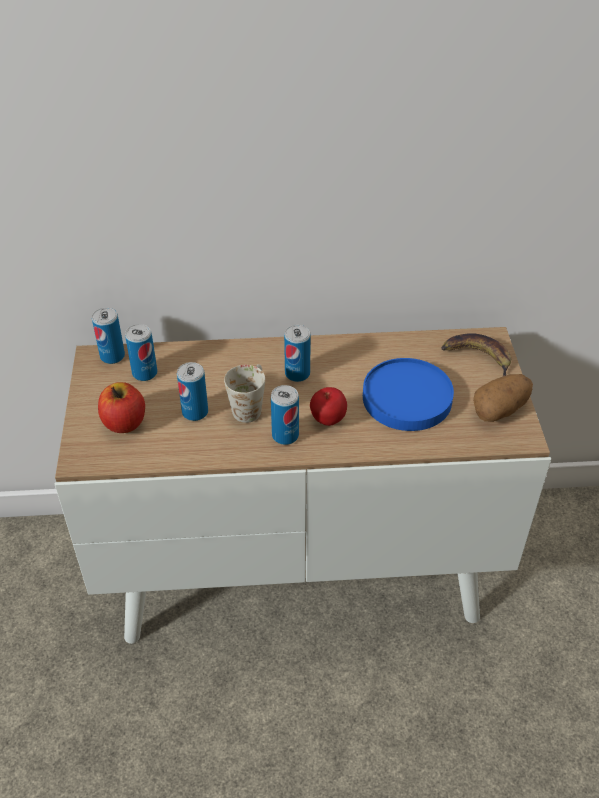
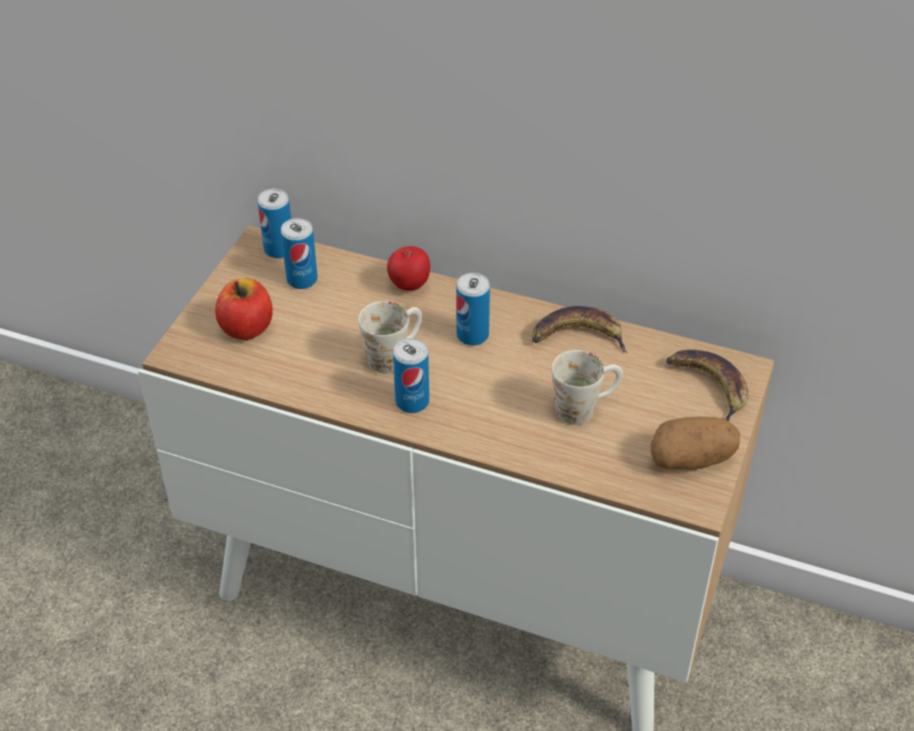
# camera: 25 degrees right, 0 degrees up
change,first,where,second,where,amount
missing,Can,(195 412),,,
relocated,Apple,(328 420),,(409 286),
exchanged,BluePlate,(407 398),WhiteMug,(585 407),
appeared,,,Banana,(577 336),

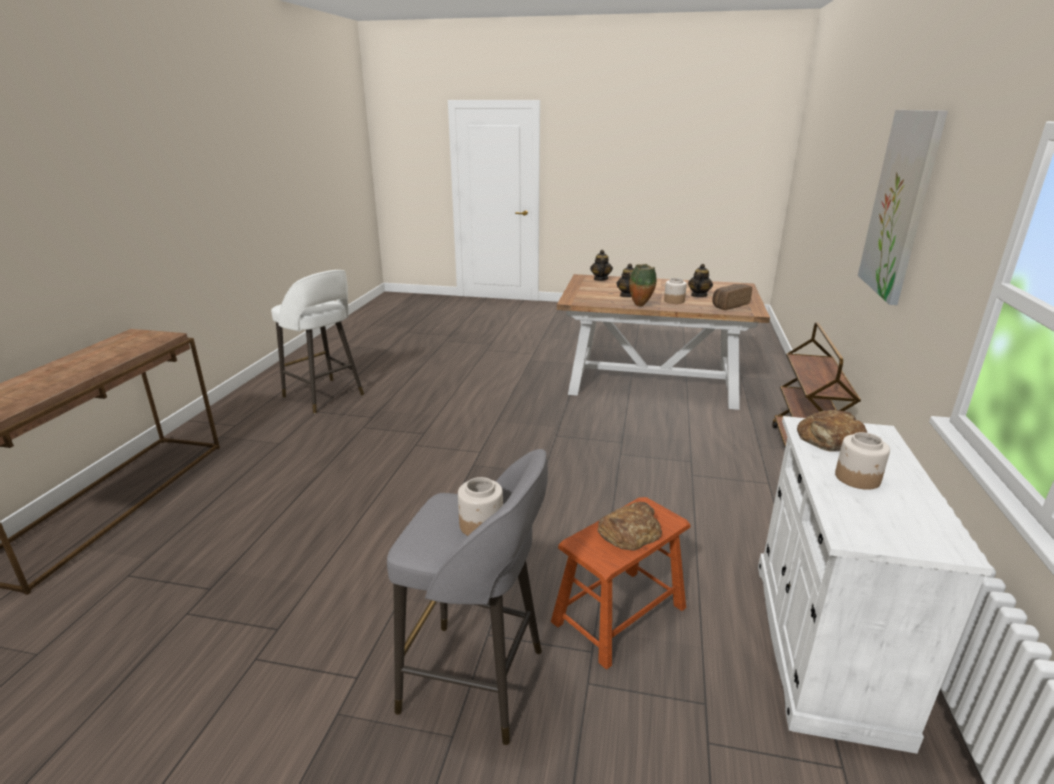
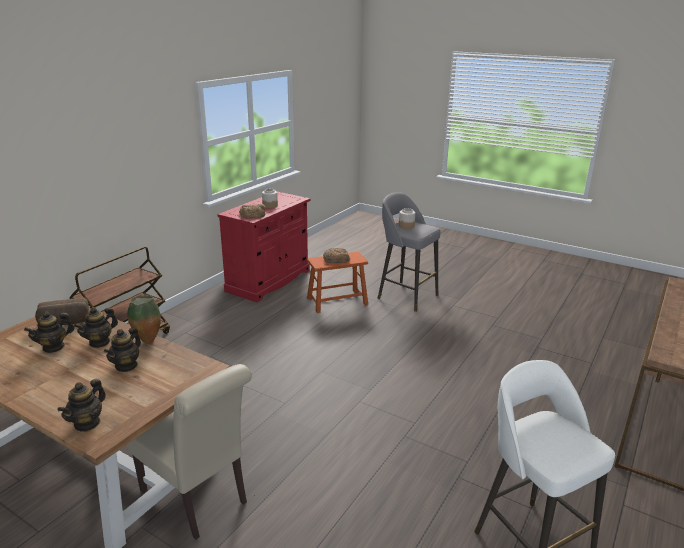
# camera: 160 degrees left, 0 degrees up
change,first,where,second,where,amount
exchanged,Jar,(674 301),Teapot,(100 342),
colour,WhiteCabinet,(823 644),RedCabinet,(269 281),
missing,Picture,(900 205),,,
appeared,,,BeigeChair,(198 499),

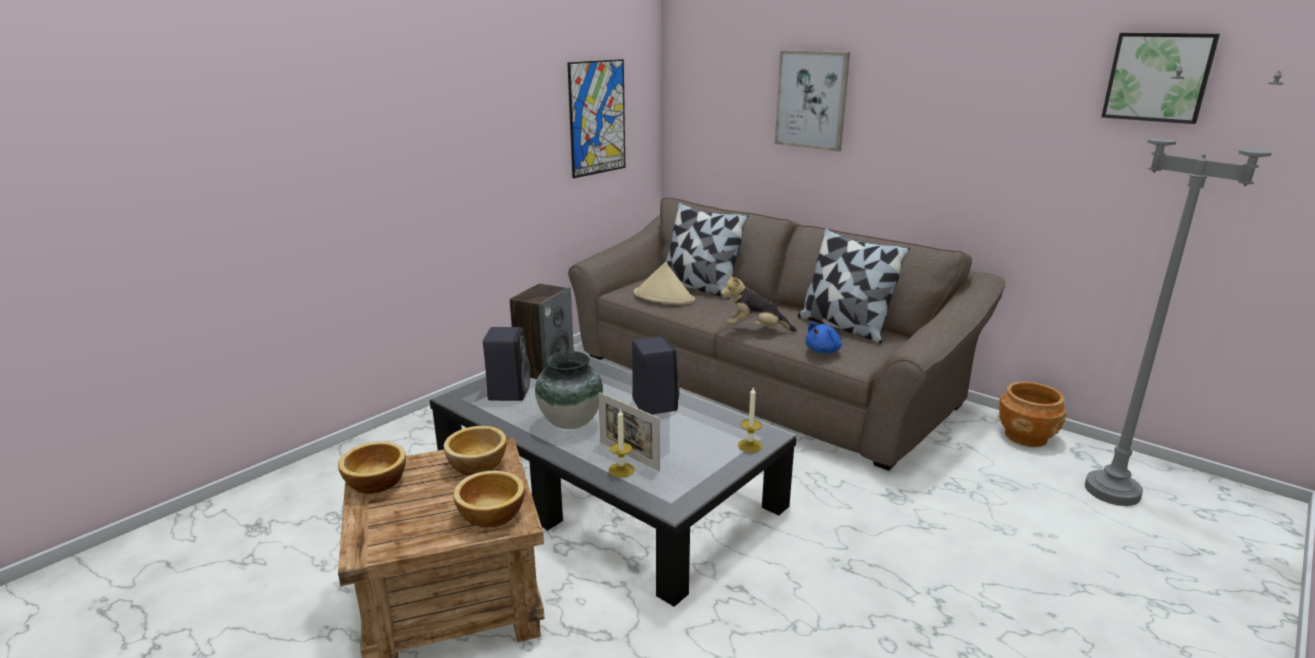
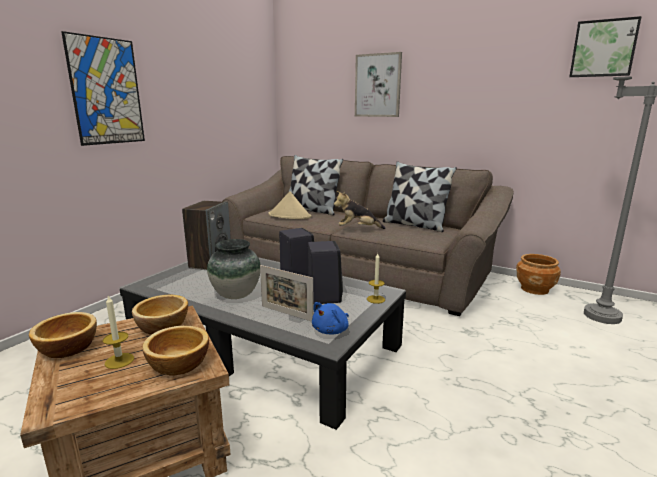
# camera: 10 degrees left, 5 degrees down
change,first,where,second,where,amount
relocated,BlackSpeaker,(509 392),,(323 296),
relocated,Picture,(597 118),,(106 91),
relocated,Candle,(621 470),,(119 361),
relocated,BluePlushToy,(824 351),,(331 330),

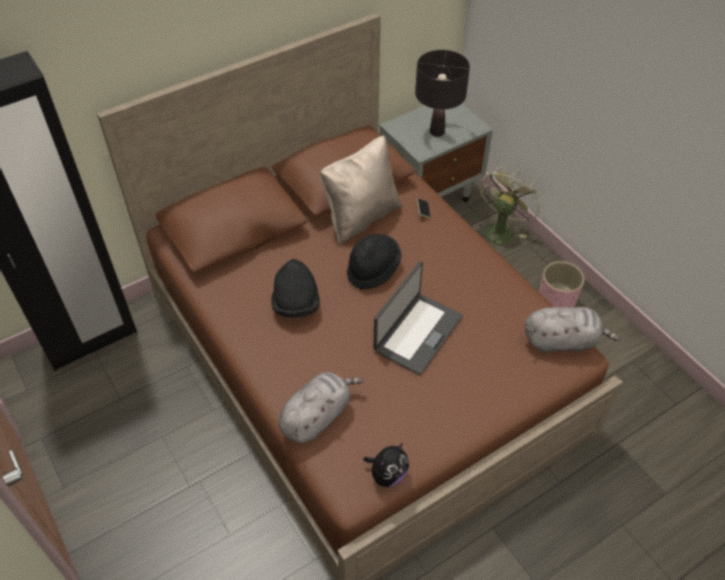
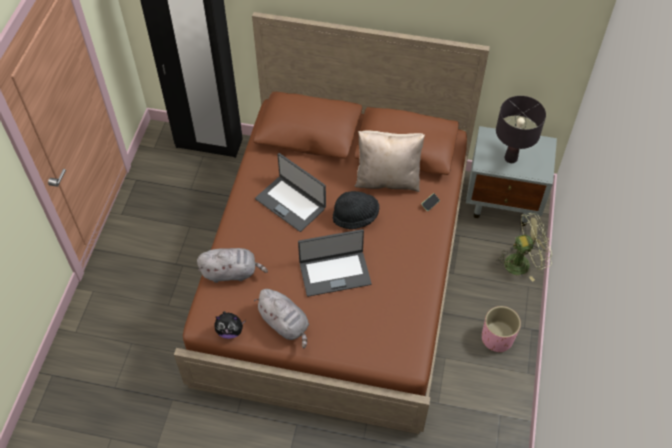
# camera: 45 degrees right, 5 degrees up
change,first,where,second,where,amount
exchanged,BlackHat,(296 304),Laptop,(291 203),
relocated,GreyPlushToy,(562 341),,(285 324),

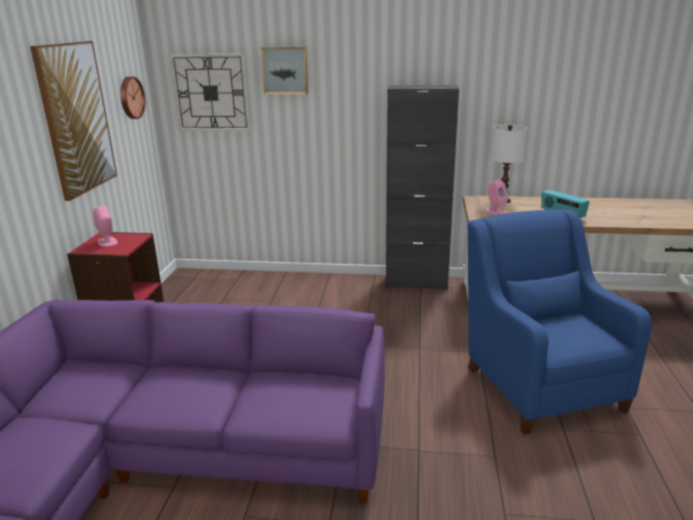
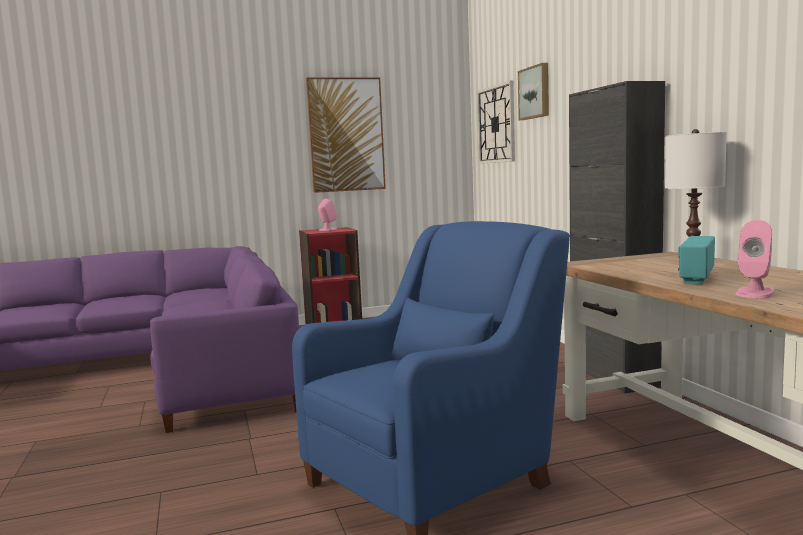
# camera: 65 degrees right, 15 degrees down
change,first,where,second,where,amount
missing,WallClock,(130 97),,,
relocated,PinkSpeaker,(494 211),,(755 293),

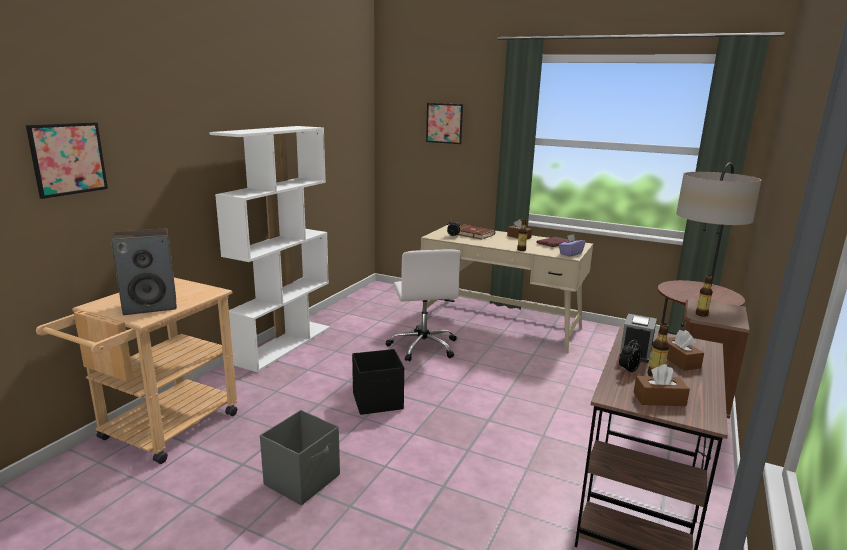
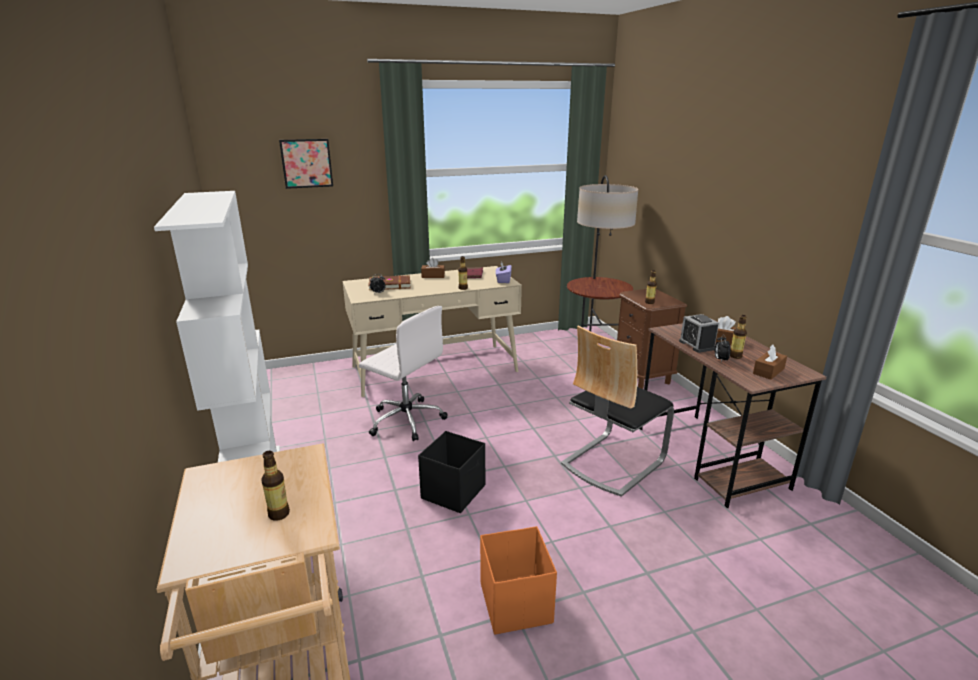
# camera: 45 degrees left, 5 degrees up
change,first,where,second,where,amount
missing,Picture,(68 159),,,
exchanged,Speaker,(151 306),Bottle,(279 514),
colour,GreyStorageBox,(303 479),OrangeStorageBox,(516 602),
appeared,,,Chair,(612 462),

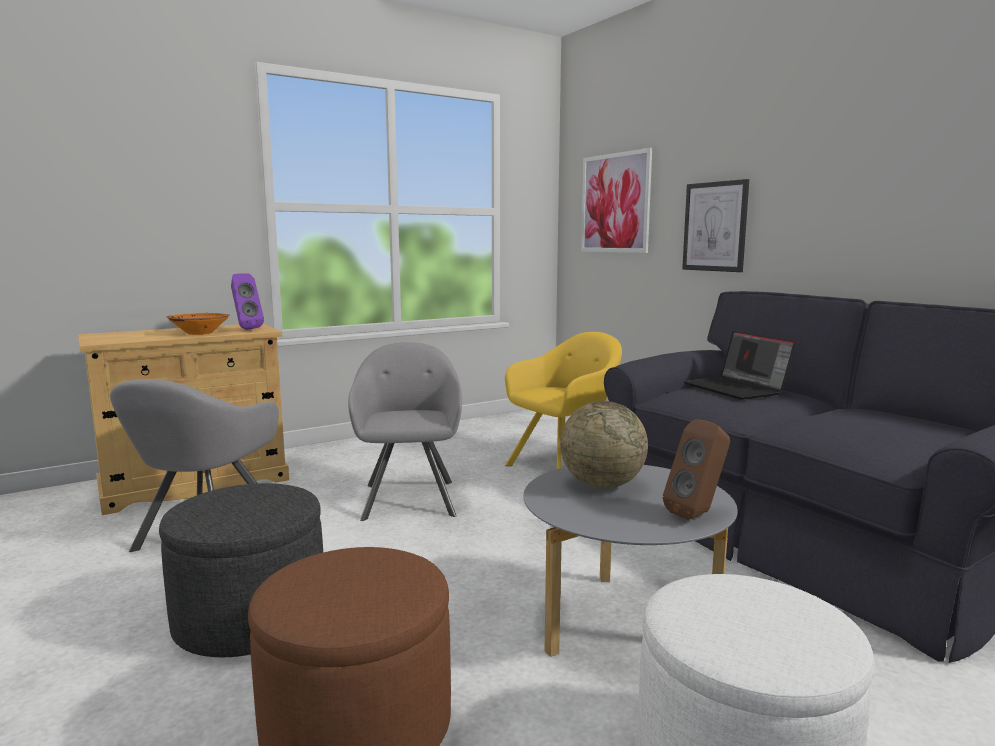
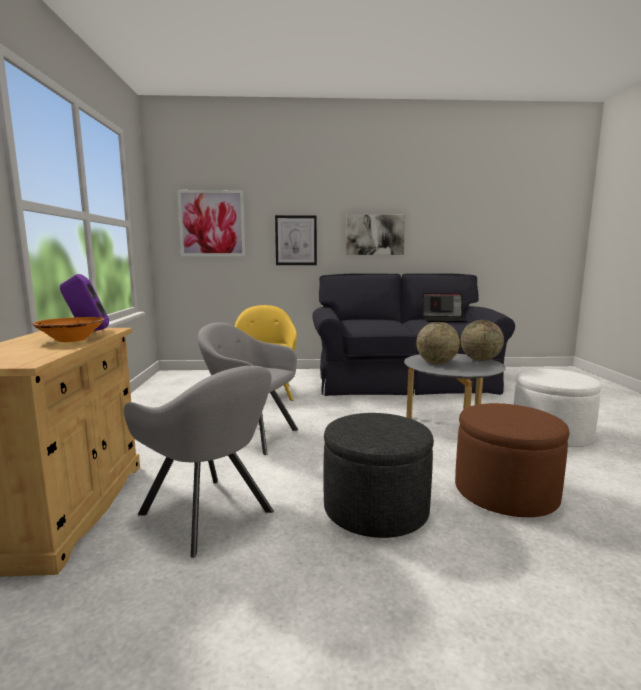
# camera: 60 degrees left, 0 degrees up
change,first,where,second,where,amount
exchanged,BrownSpeaker,(698 514),Globe,(480 360),
relocated,Laptop,(737 389),,(444 320),
appeared,,,Picture,(375 235),

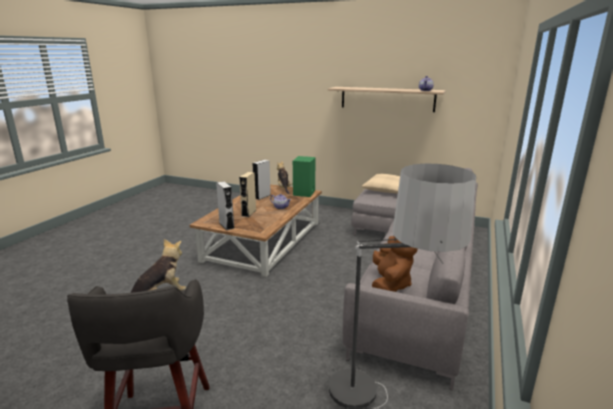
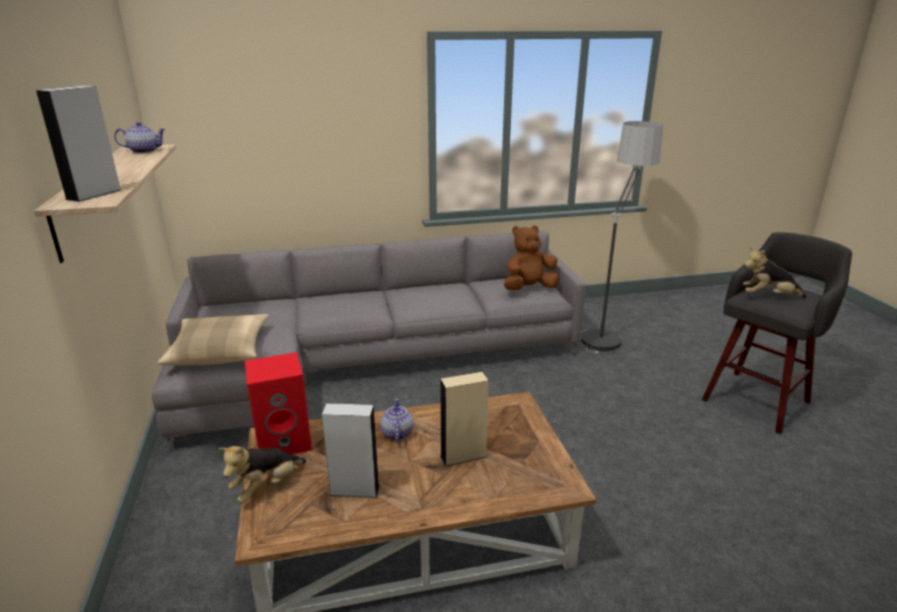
# camera: 125 degrees left, 5 degrees up
change,first,where,second,where,amount
relocated,GreySpeaker,(226 225),,(94 194),
colour,GreenSpeaker,(304 193),RedSpeaker,(285 441),

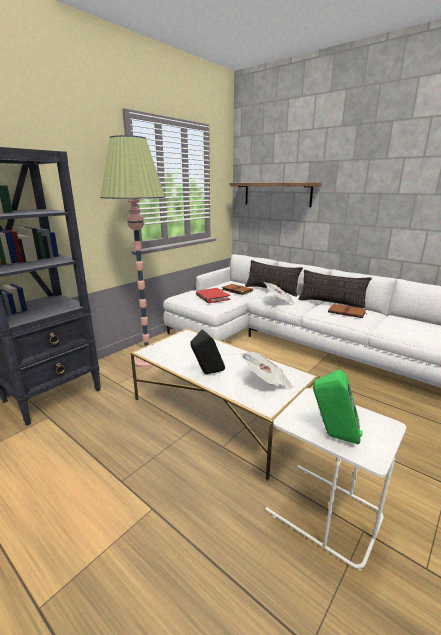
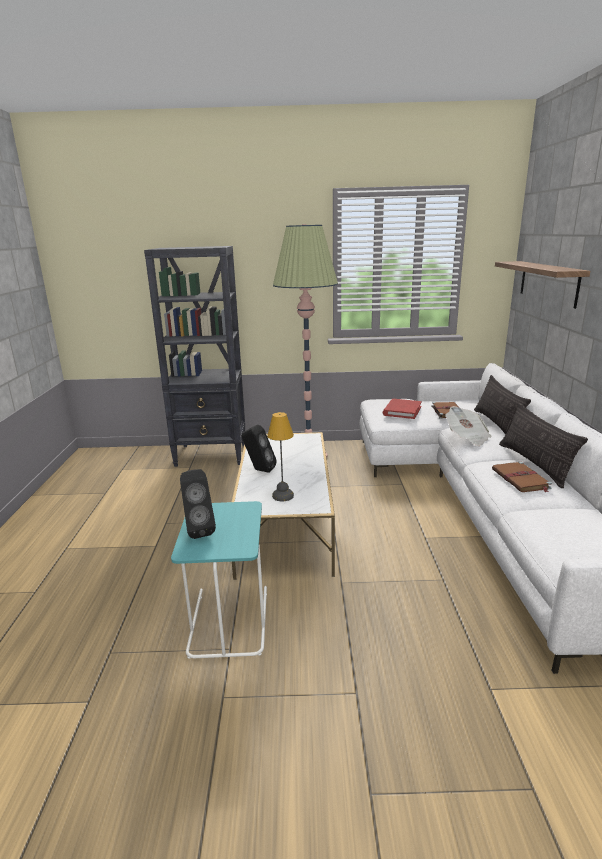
# camera: 50 degrees right, 0 degrees up
change,first,where,second,where,amount
exchanged,Newspaper,(267 382),TableLamp,(283 496),
colour,WhiteSideTable,(323 512),TurquoiseSideTable,(228 620),
colour,GreenSpeaker,(333 436),BlackSpeaker,(198 530),

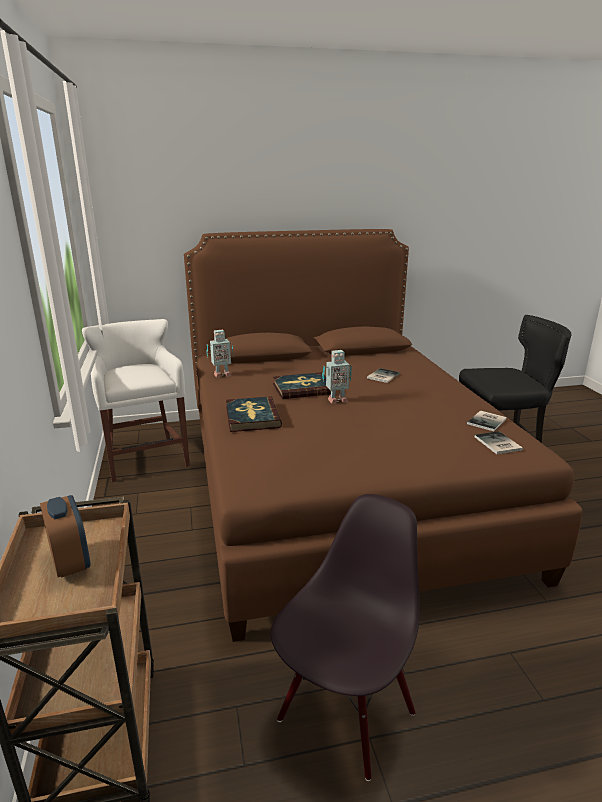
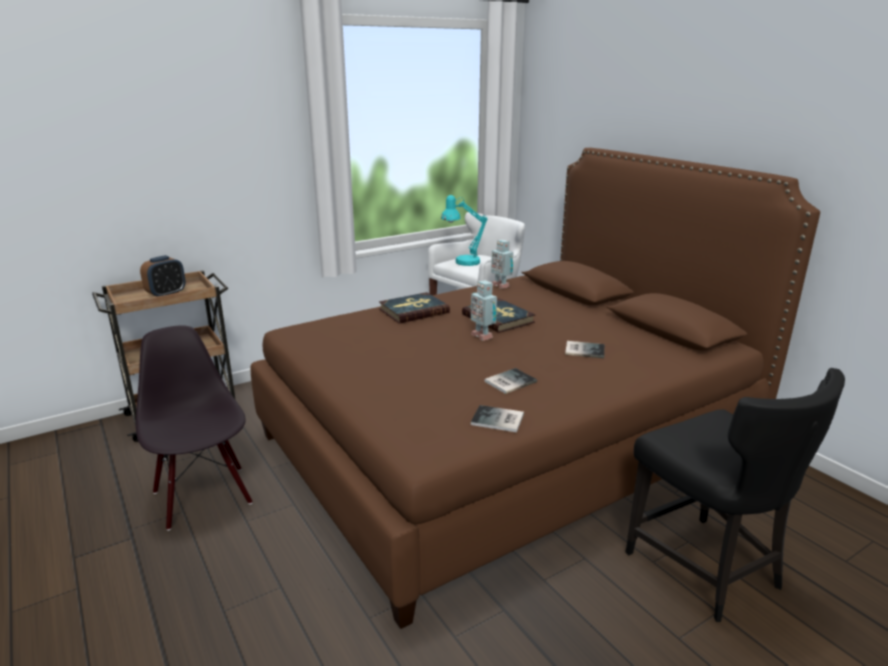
# camera: 70 degrees right, 0 degrees up
change,first,where,second,where,amount
spun,BlackChair,(345 713),,(204 497),135 degrees counterclockwise
relocated,Book,(497 444),,(508 381),
appeared,,,TurquoiseTableLamp,(462 262),

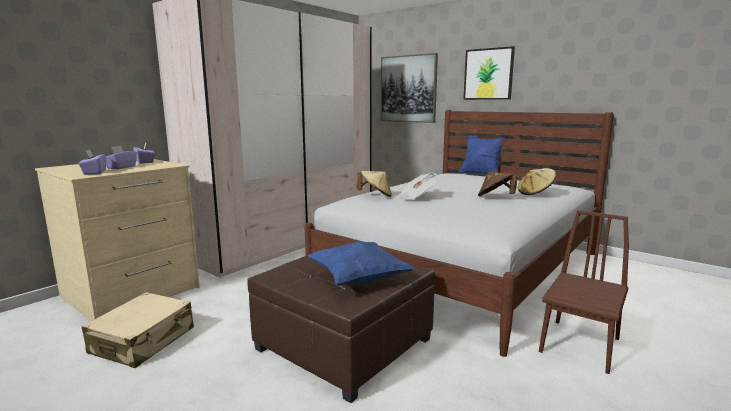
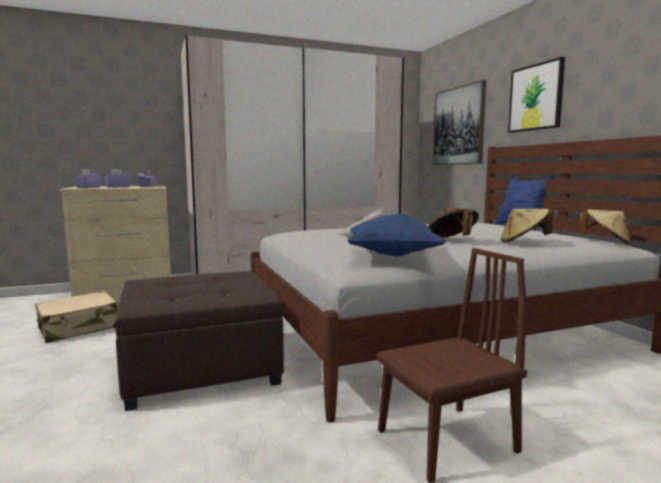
# camera: 30 degrees right, 5 degrees down
change,first,where,second,where,amount
relocated,BluePillow,(358 279),,(392 255),
relocated,BeigeHat,(375 196),,(605 242),

